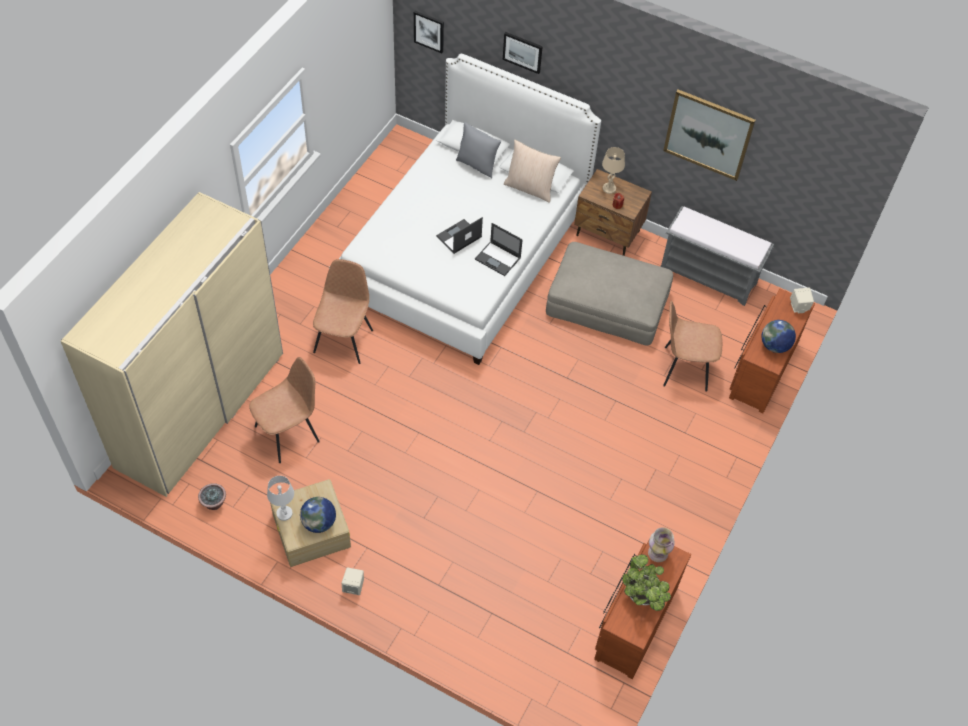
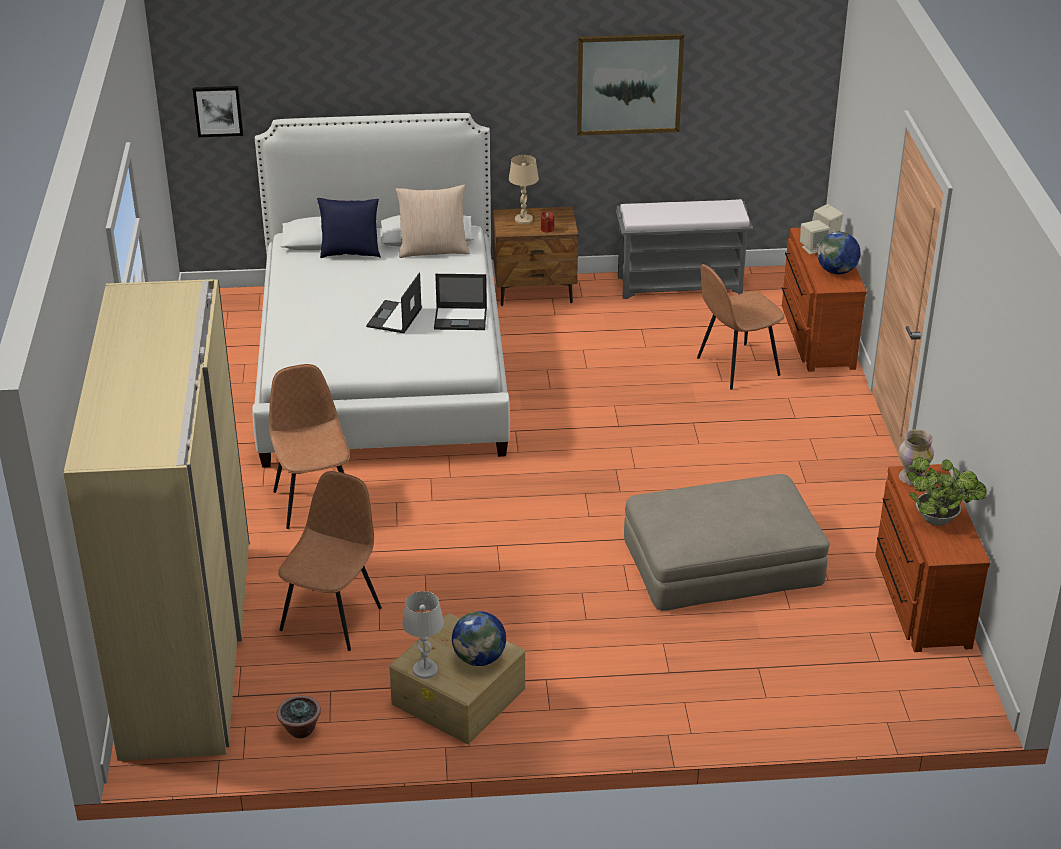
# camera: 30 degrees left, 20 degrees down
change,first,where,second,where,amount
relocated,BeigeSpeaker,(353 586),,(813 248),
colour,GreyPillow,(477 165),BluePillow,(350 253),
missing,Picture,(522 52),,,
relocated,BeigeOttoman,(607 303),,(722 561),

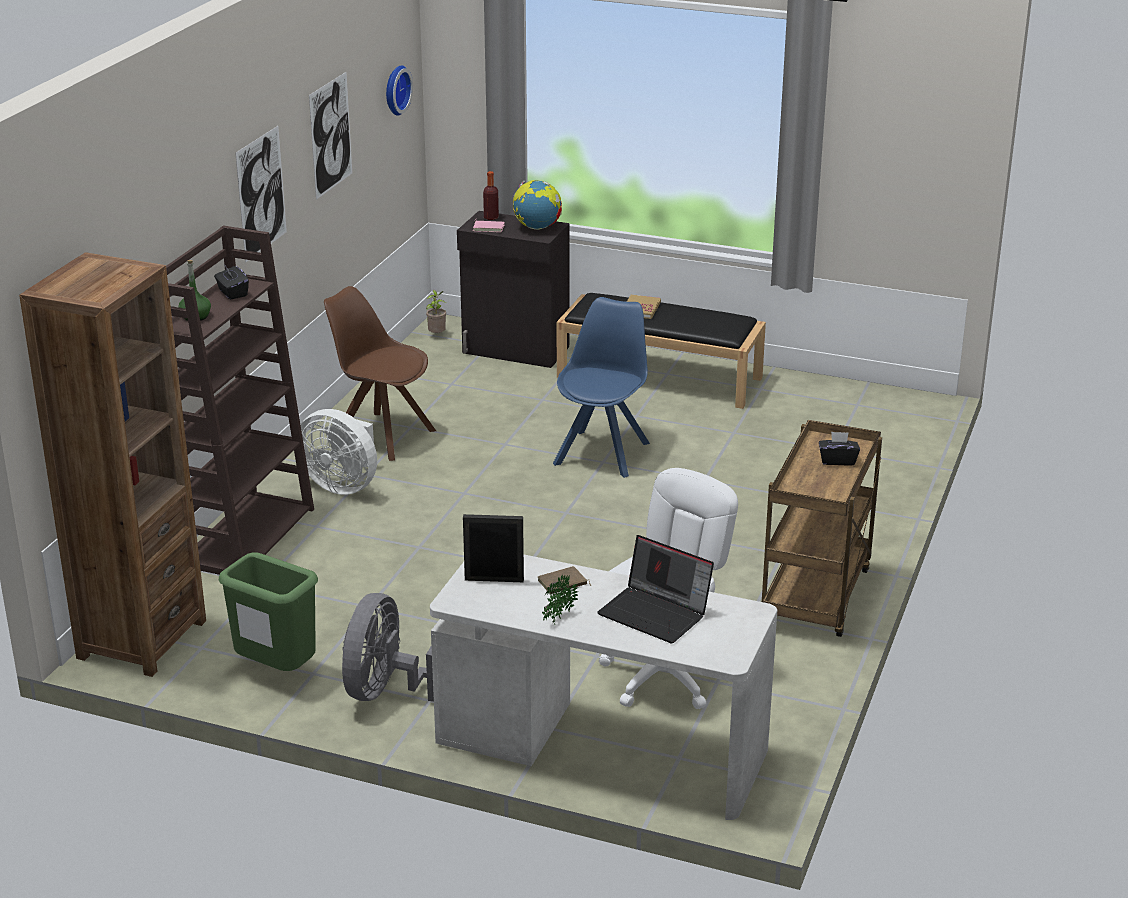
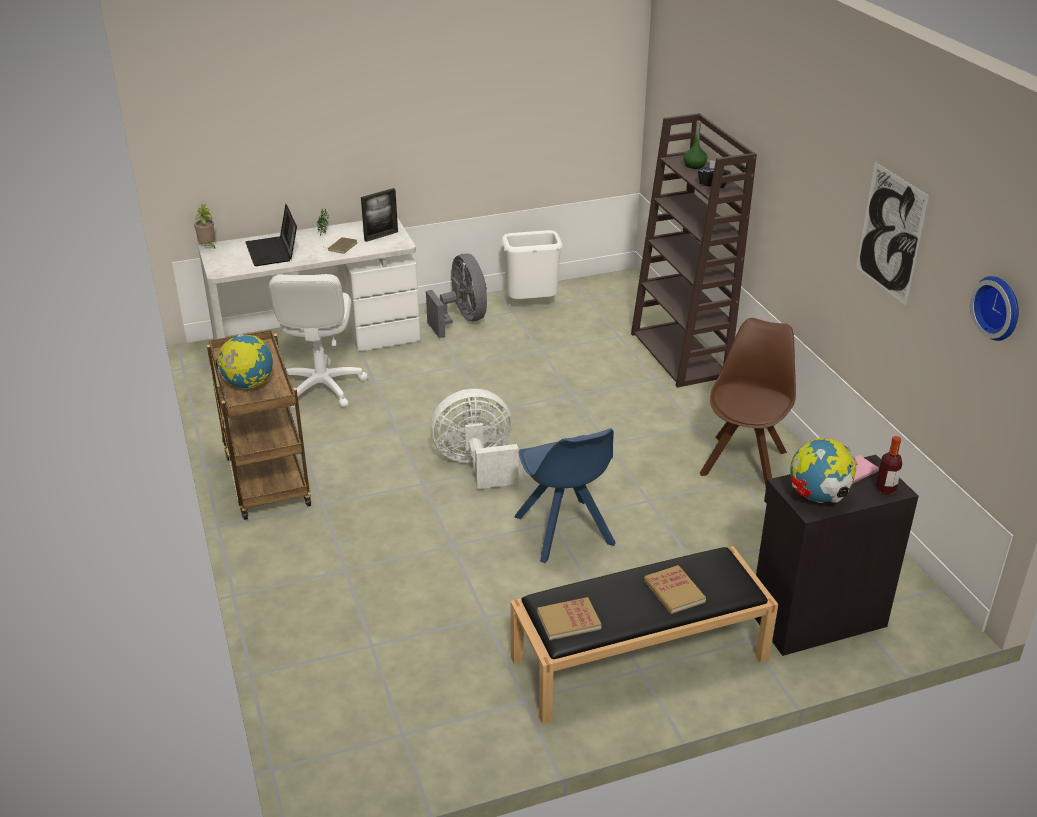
# camera: 140 degrees right, 5 degrees up
change,first,where,second,where,amount
missing,BrownBookcase,(141 639),,,
colour,GreenTrashCan,(275 672),WhiteTrashCan,(531 304),
missing,Picture,(261 193),,,
relocated,WhiteFan,(343 485),,(477 465),
spun,BrownChair,(381 435),,(744 461),60 degrees counterclockwise
relocated,PottedPlant,(437 335),,(208 246),
spun,Laptop,(656 613),,(273 252),105 degrees counterclockwise
exchanged,BlackTissueBox,(837 460),Globe,(248 385),
appeared,,,Book,(568 620),

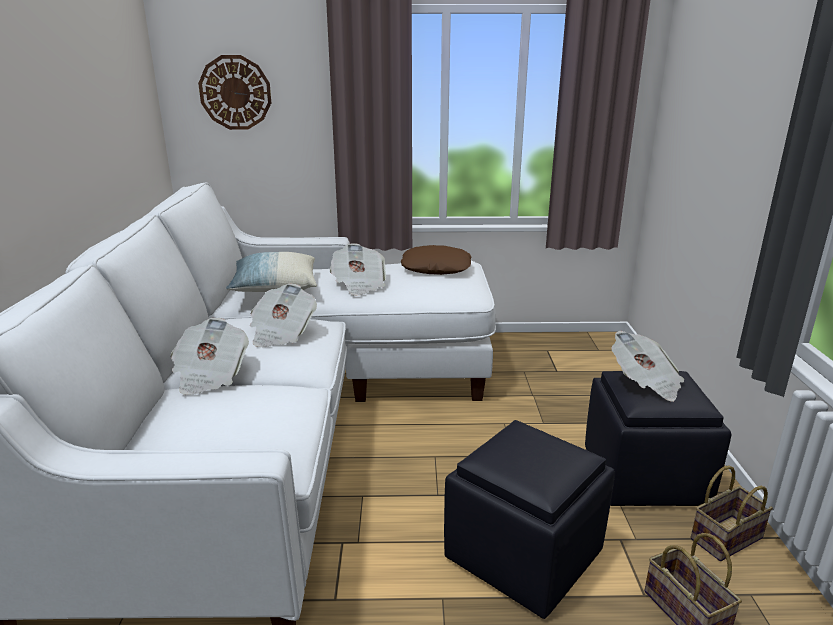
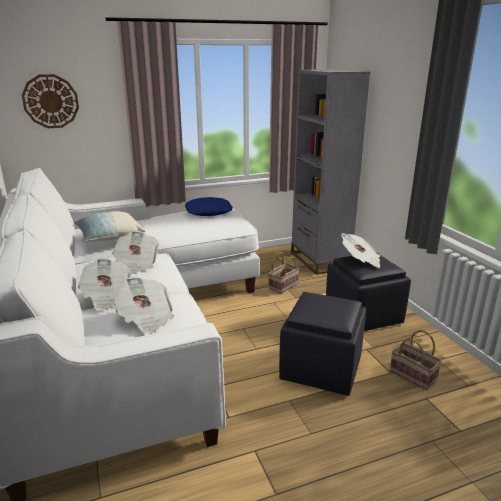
# camera: 20 degrees left, 0 degrees up
change,first,where,second,where,amount
relocated,Newspaper,(359 284),,(145 318),
colour,BrownPillow,(436 268),BluePillow,(208 212),
relocated,Basket,(726 537),,(283 285),
appeared,,,GreyBookcase,(319 260),

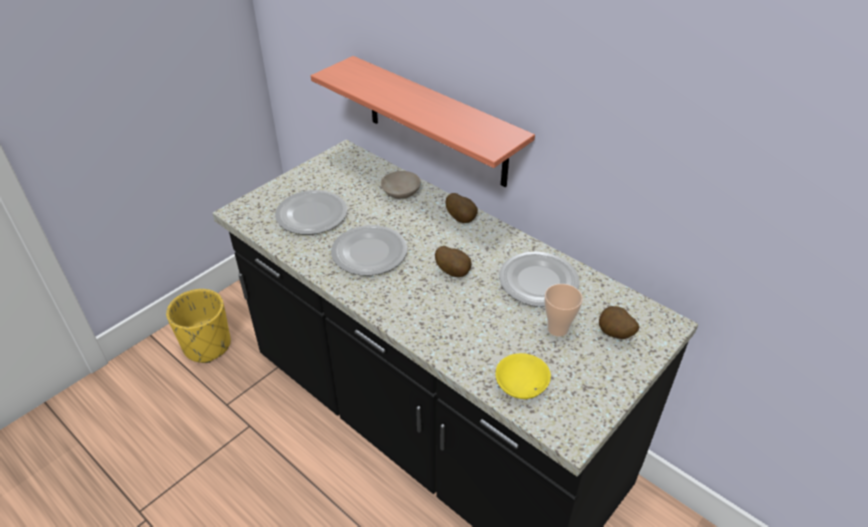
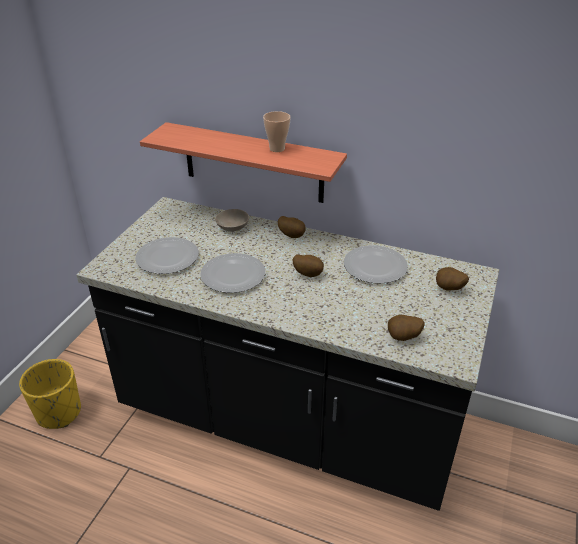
# camera: 20 degrees left, 5 degrees down
change,first,where,second,where,amount
exchanged,YellowBowl,(521 383),Potato,(403 338),
relocated,Cup,(557 329),,(277 149),

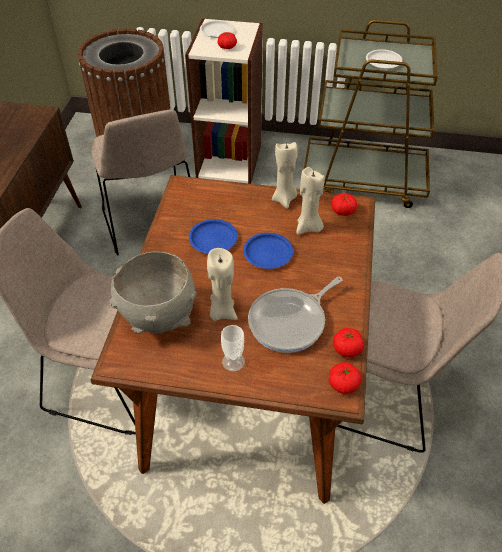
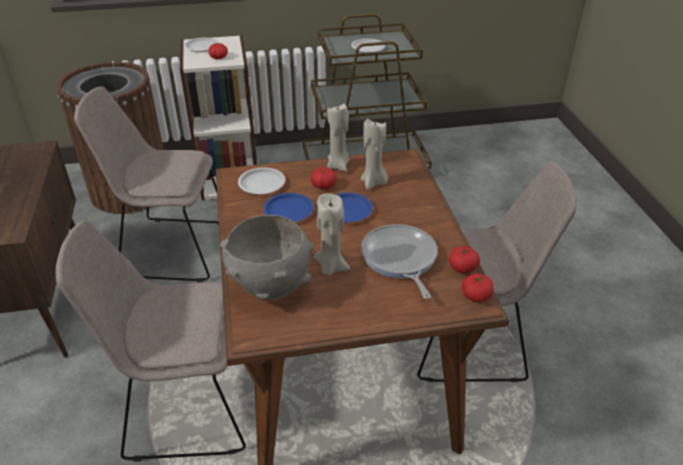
# camera: 20 degrees left, 10 degrees down
change,first,where,second,where,amount
spun,BeigeChair,(151 222),,(171 249),135 degrees clockwise
missing,Cup,(233 361),,,
spun,FryingPan,(290 321),,(399 259),135 degrees clockwise
relocated,Tomato,(343 211),,(323 186),
appeared,,,WhitePlate,(262 184),

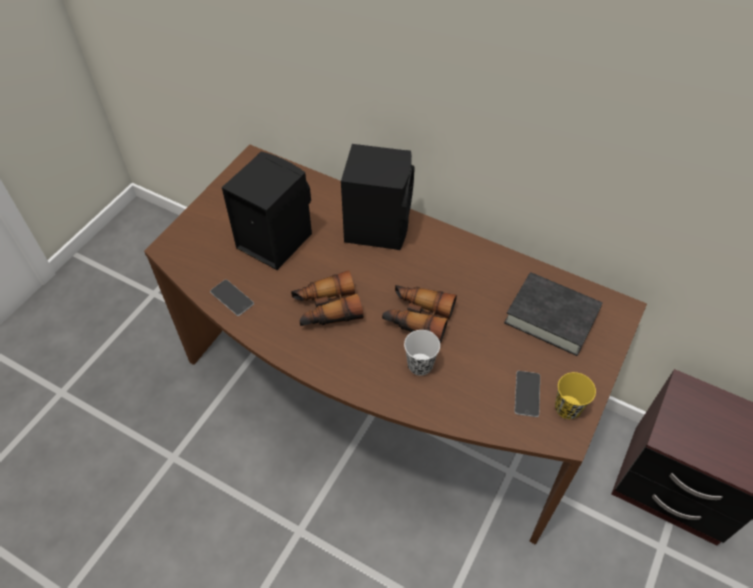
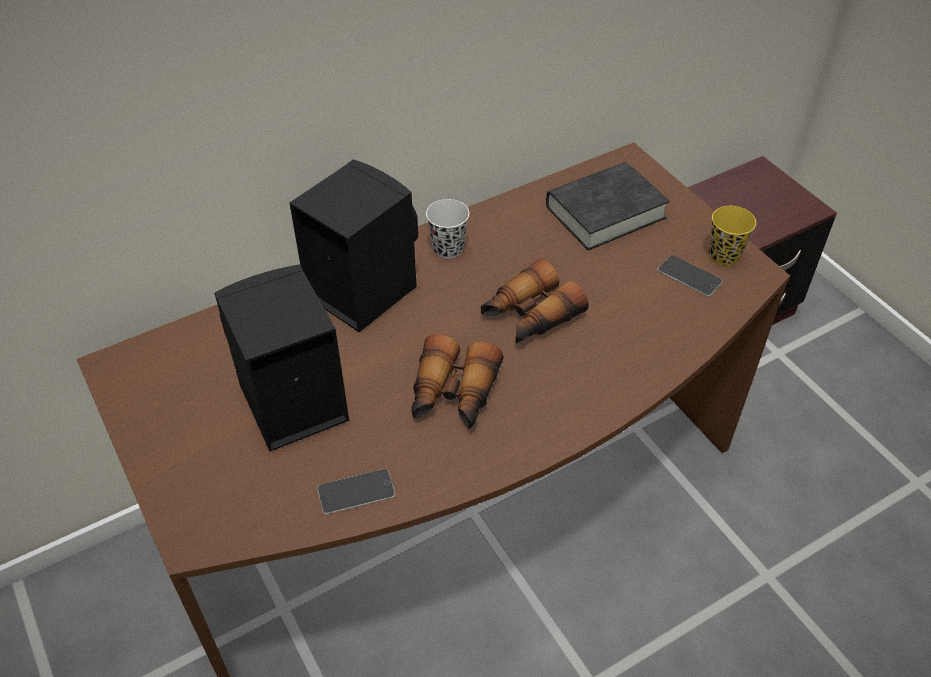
# camera: 60 degrees left, 5 degrees down
change,first,where,second,where,amount
relocated,WhiteCup,(420 365),,(448 248),

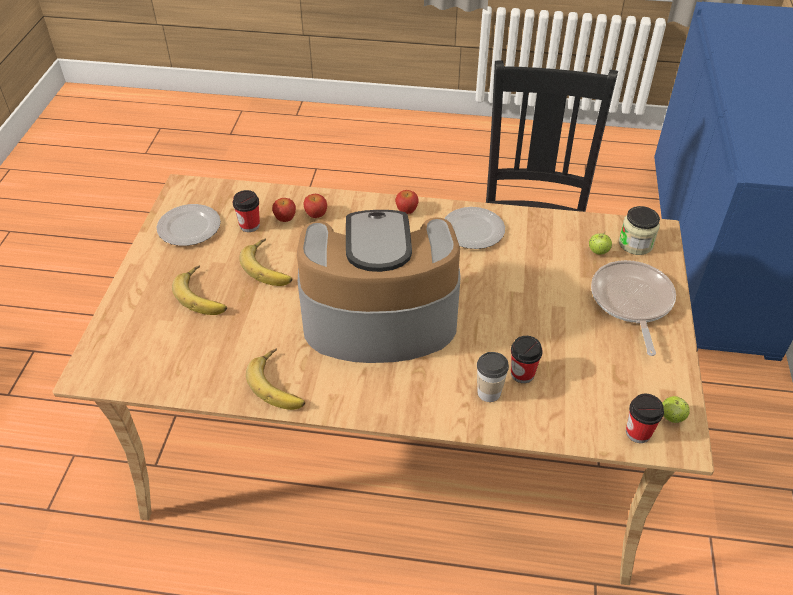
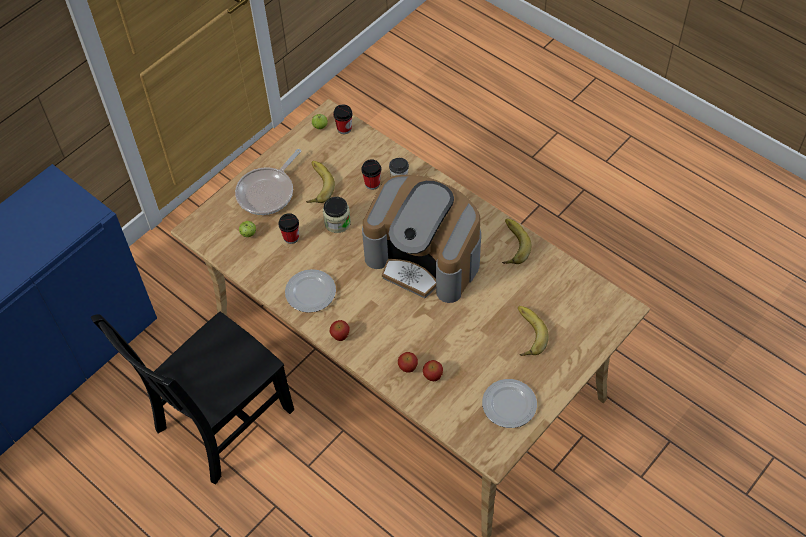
# camera: 145 degrees left, 10 degrees up
change,first,where,second,where,amount
relocated,Cup,(249 225),,(291 237),
relocated,Banana,(270 266),,(316 185),
relocated,Jar,(635 244),,(337 223),

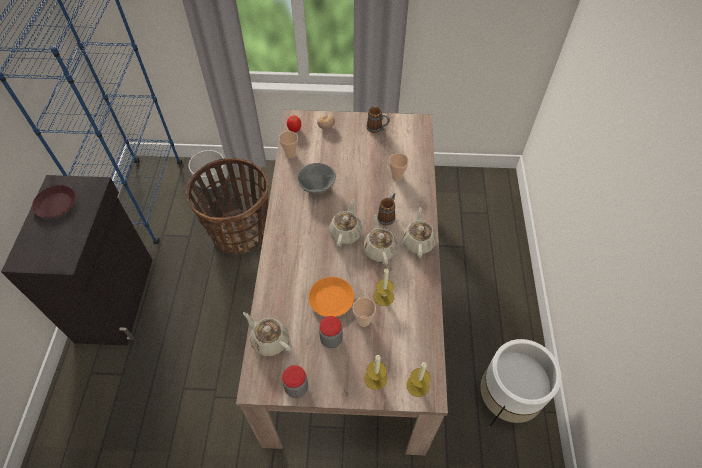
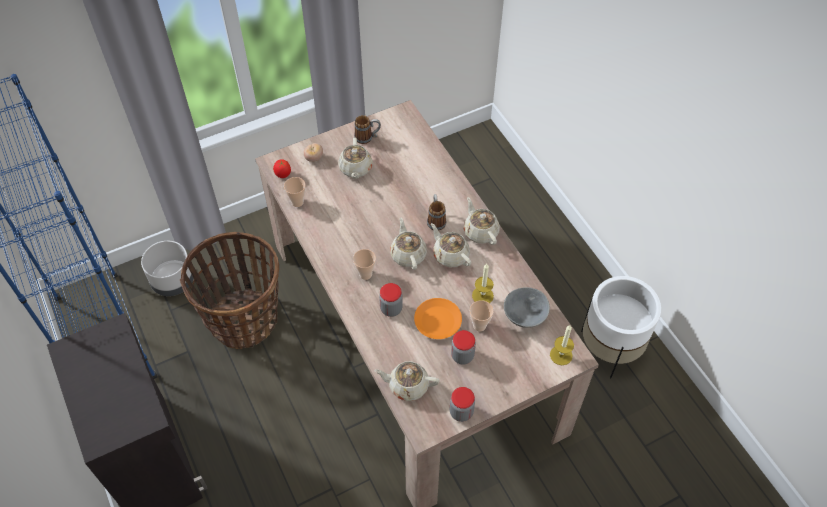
# camera: 30 degrees left, 0 degrees up
change,first,where,second,where,amount
missing,BrownPlate,(56 205),,,
relocated,GreyBowl,(317 187),,(523 316),
missing,Candle,(375 378),,,
relocated,Cup,(397 176),,(365 274),
appeared,,,BeigeTeapot,(355 168),
appeared,,,Jar,(391 309),

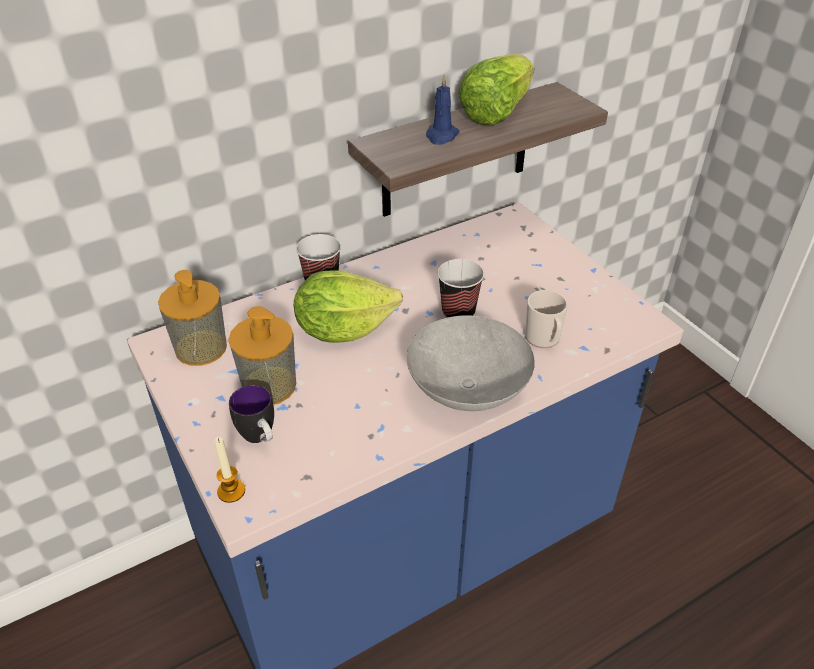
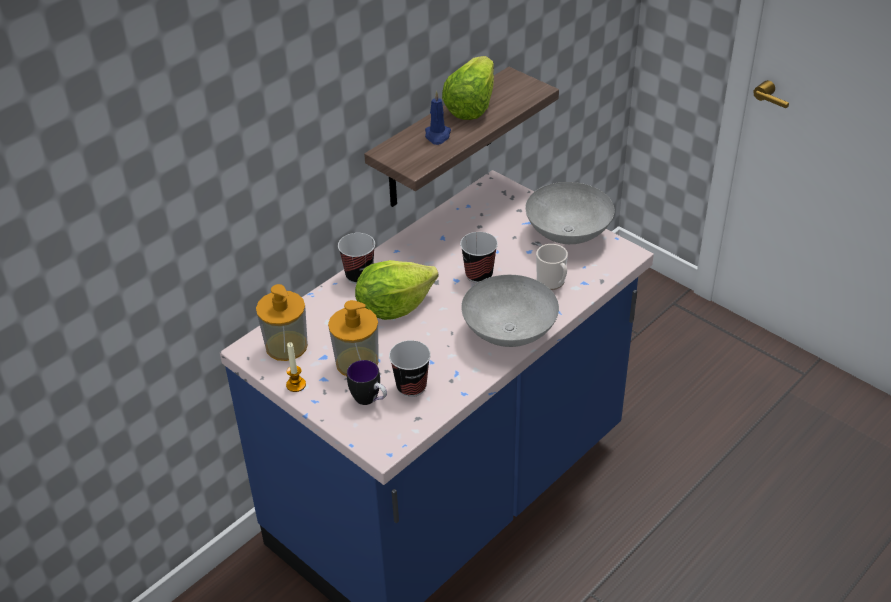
# camera: 15 degrees left, 0 degrees up
change,first,where,second,where,amount
relocated,Candle,(231 491),,(296 385),
appeared,,,Cup,(411 386),
appeared,,,GreyBowl,(568 233),

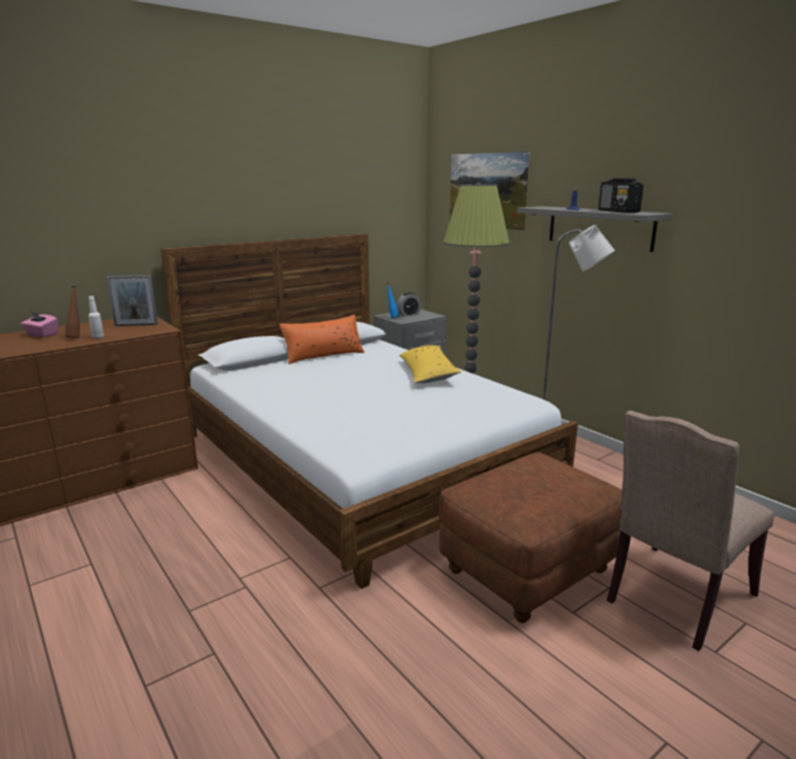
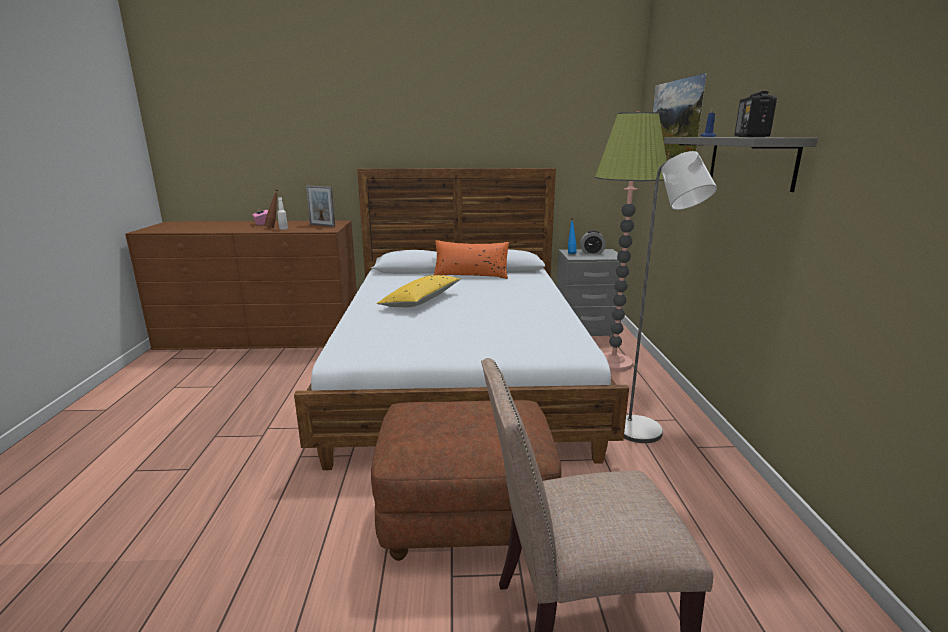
# camera: 35 degrees right, 0 degrees up
change,first,where,second,where,amount
relocated,YellowPillow,(428 373),,(421 301),

